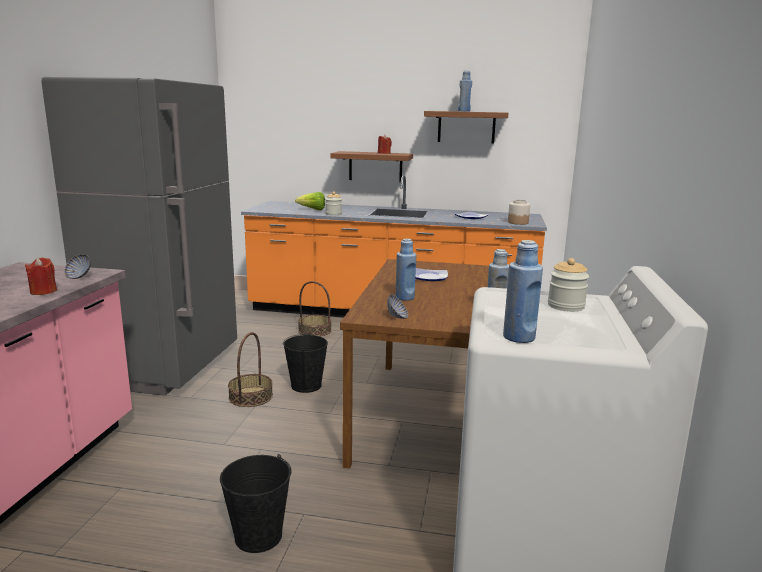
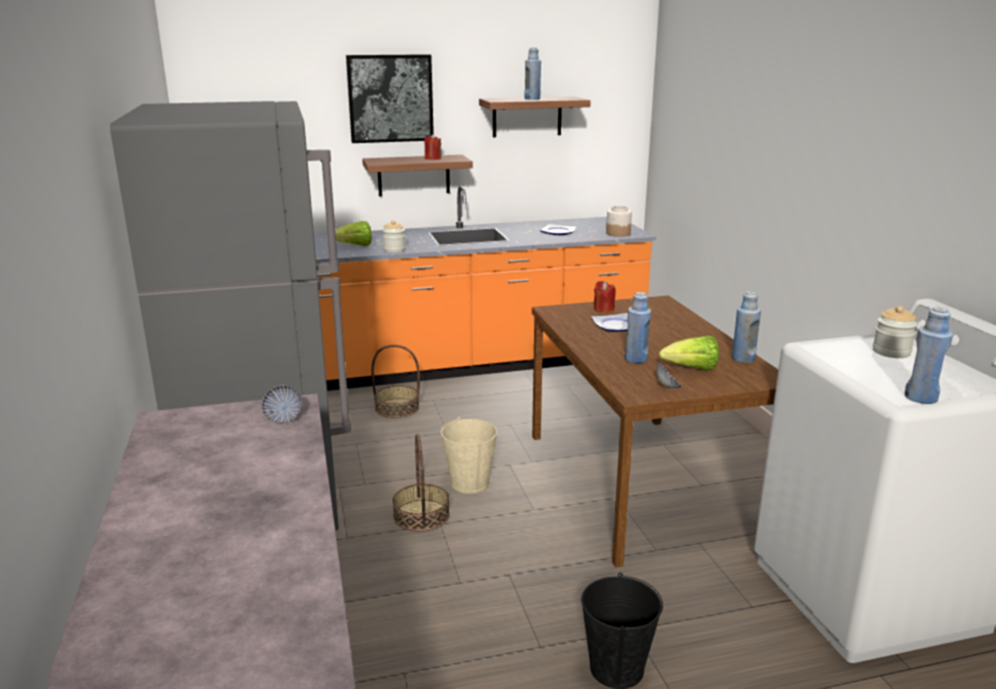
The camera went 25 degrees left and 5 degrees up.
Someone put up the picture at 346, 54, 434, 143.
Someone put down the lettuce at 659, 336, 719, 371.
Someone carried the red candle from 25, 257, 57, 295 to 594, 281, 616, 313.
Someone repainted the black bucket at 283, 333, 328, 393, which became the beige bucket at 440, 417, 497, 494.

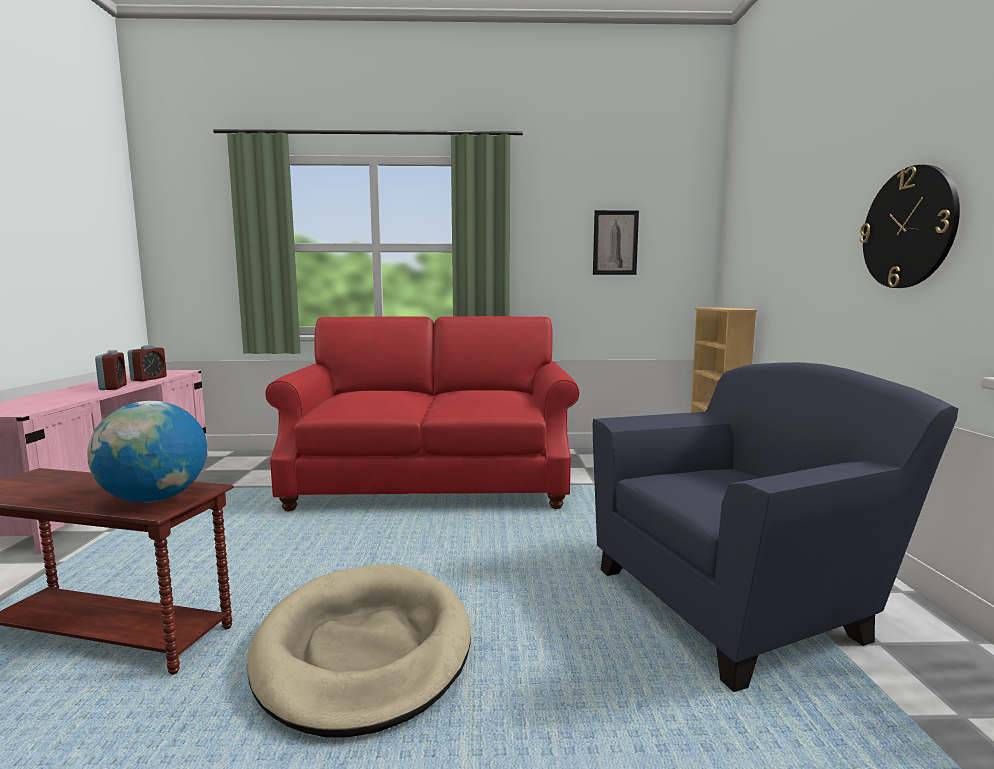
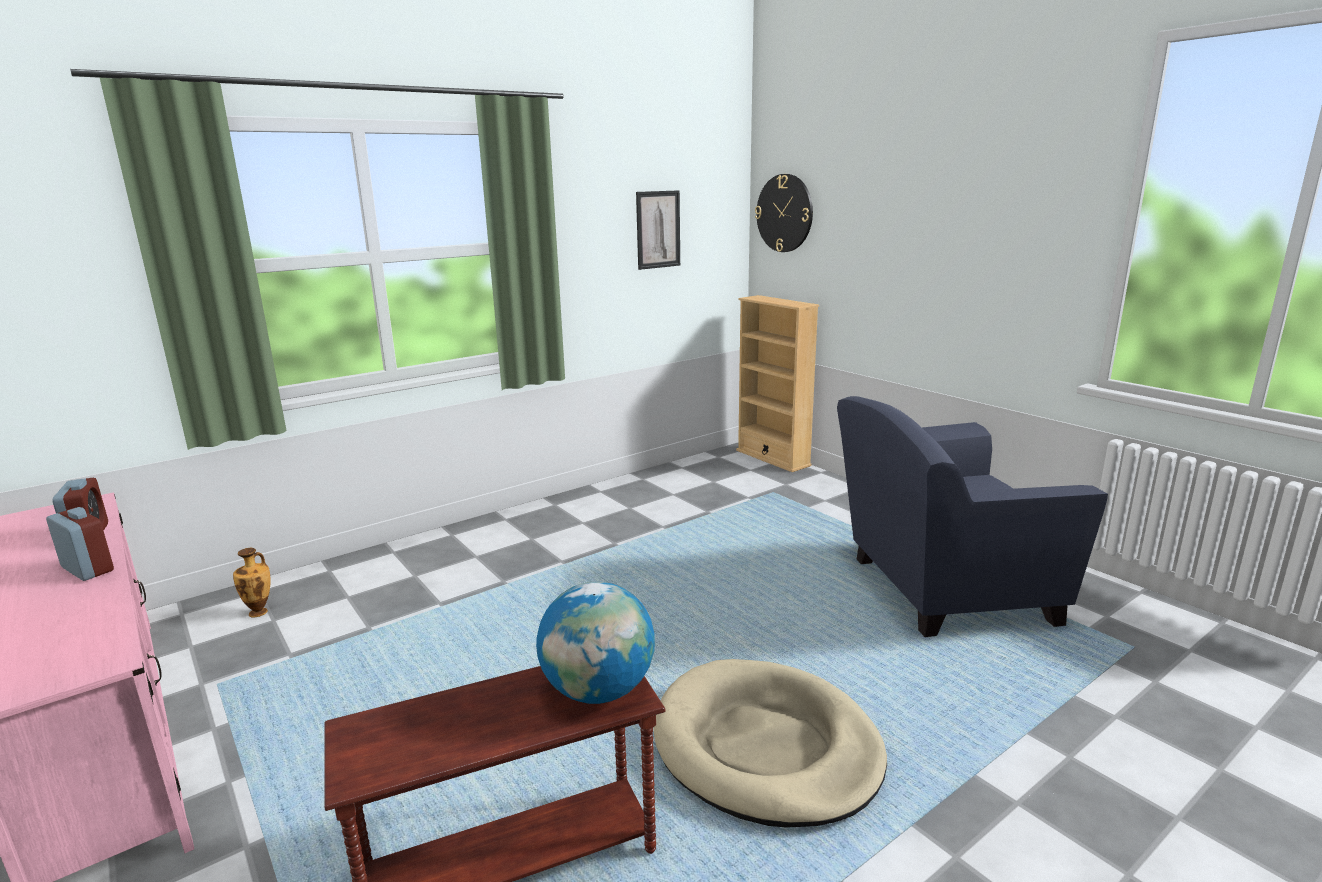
The camera went 35 degrees left and 10 degrees up.
Someone took away the red sofa at 265, 316, 579, 511.
Someone put down the vase at 233, 548, 271, 617.
Someone carried the wall clock from 860, 165, 960, 288 to 755, 174, 813, 252.
Someone rotated the blue armchair at 593, 362, 958, 692 by 135 degrees counterclockwise.

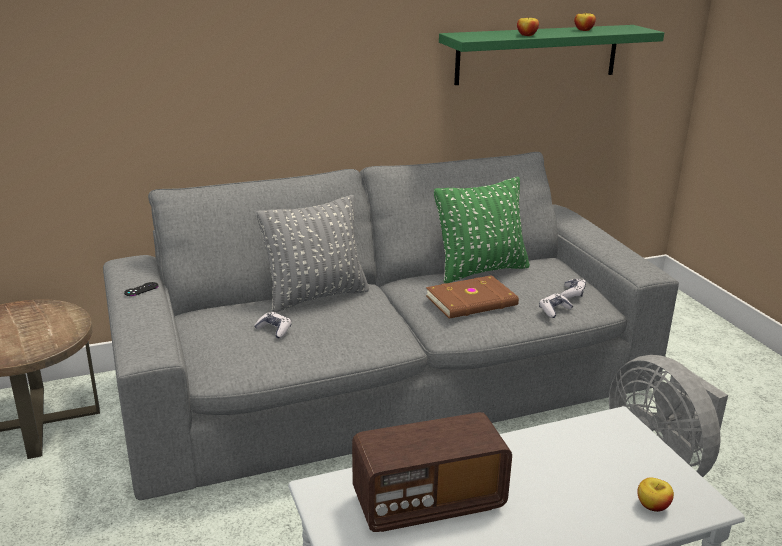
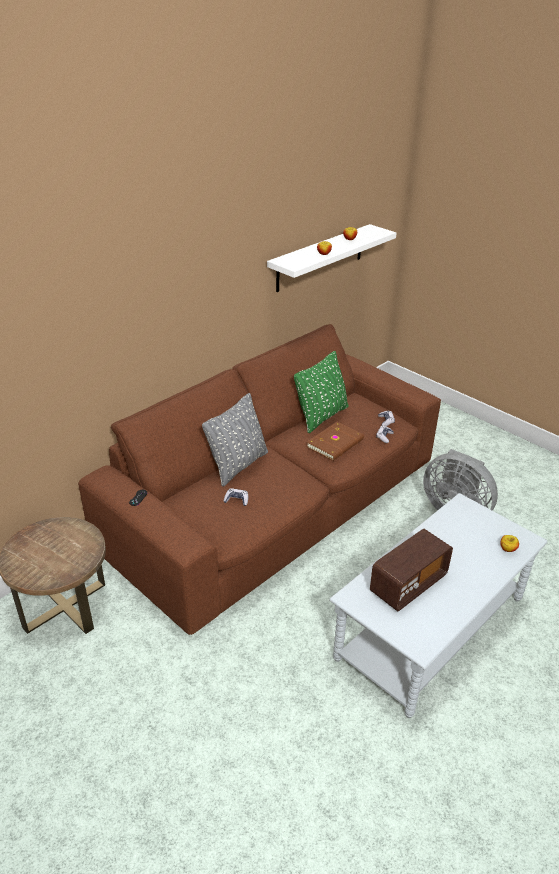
The camera went 25 degrees left and 10 degrees up.
Someone repainted the grey sofa at 103, 152, 679, 500, which became the brown sofa at 78, 324, 441, 635.
Someone repainted the green shelf at 439, 25, 664, 85, which became the white shelf at 267, 224, 397, 292.

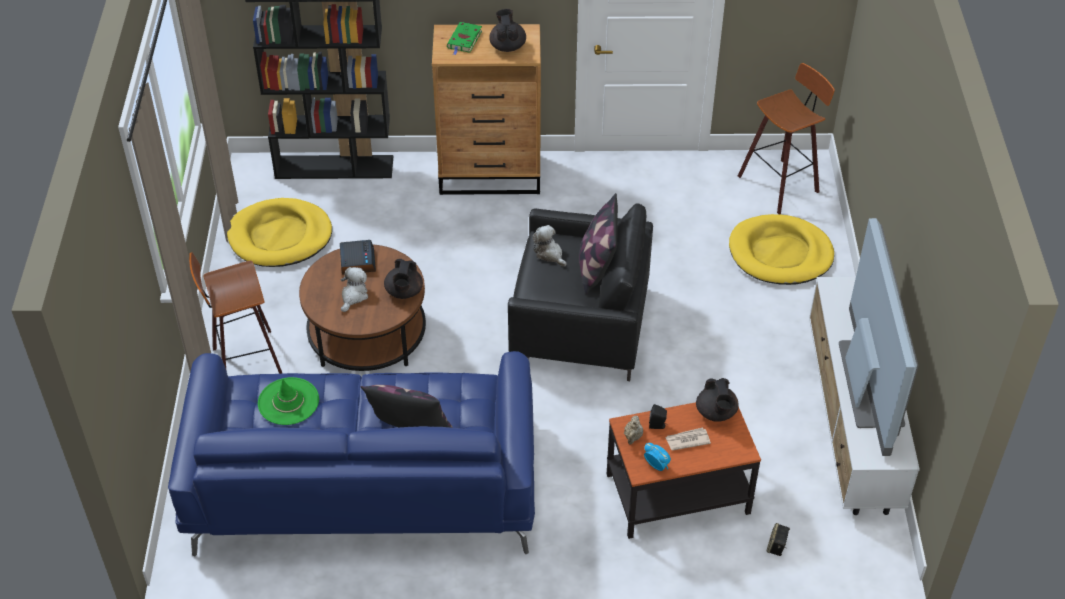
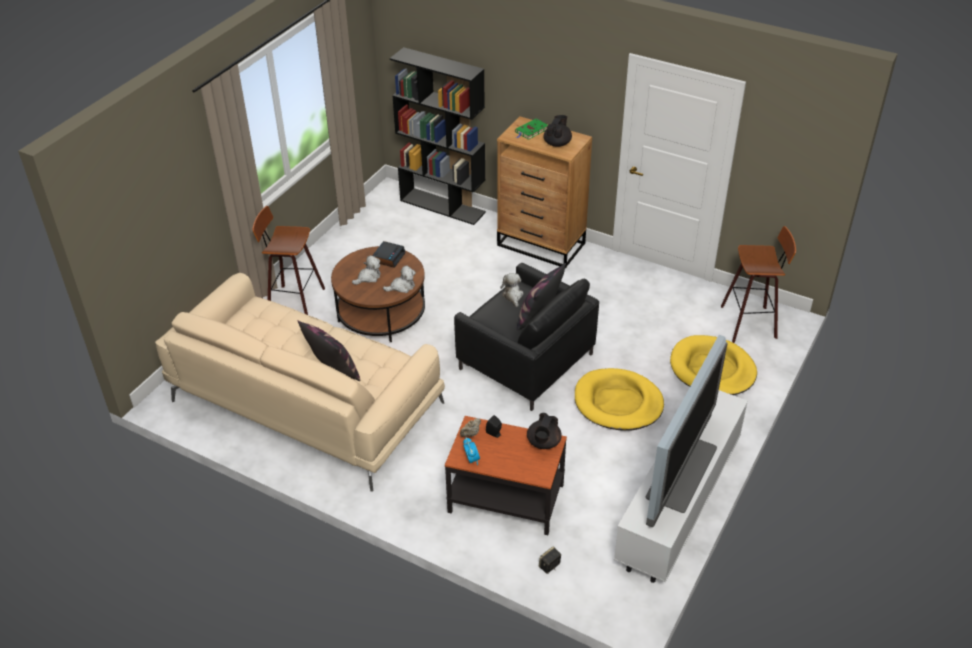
The camera went 30 degrees right and 5 degrees down.
Someone took away the green hat at 258, 377, 319, 425.
Someone took away the newspaper at 665, 427, 711, 451.
Someone carried the yellow dog bed from 227, 198, 332, 267 to 575, 368, 664, 431.
Someone swapped the black teapot at 384, 259, 423, 299 for the plush toy at 383, 265, 416, 293.
Someone repainted the blue sofa at 168, 351, 535, 557, which became the beige sofa at 155, 273, 445, 492.

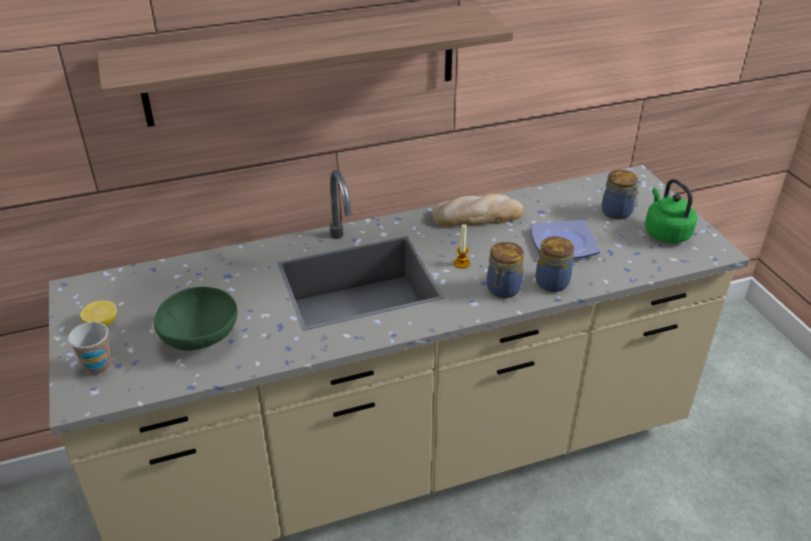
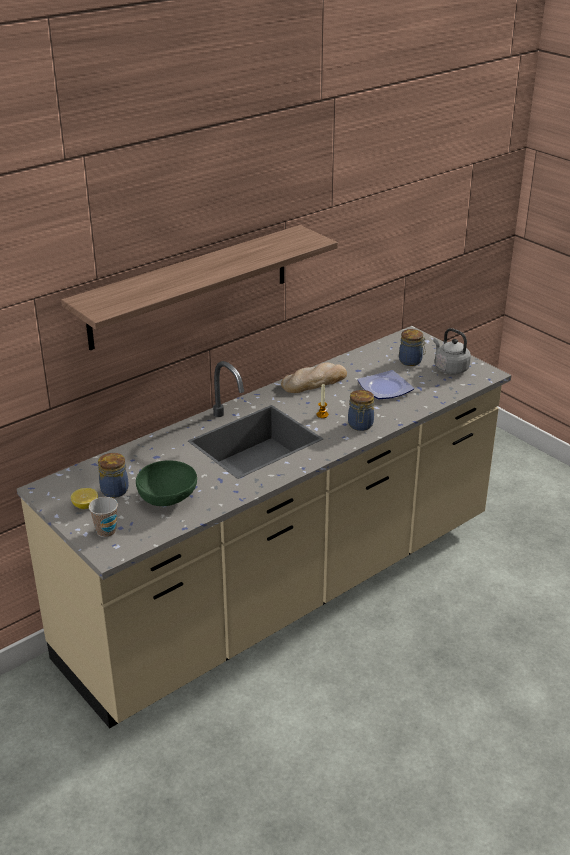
The camera went 20 degrees left and 5 degrees down.
Someone carried the jar from 536, 236, 574, 292 to 98, 453, 129, 498.
Someone repainted the green kettle at 645, 179, 697, 243, which became the grey kettle at 433, 328, 471, 374.

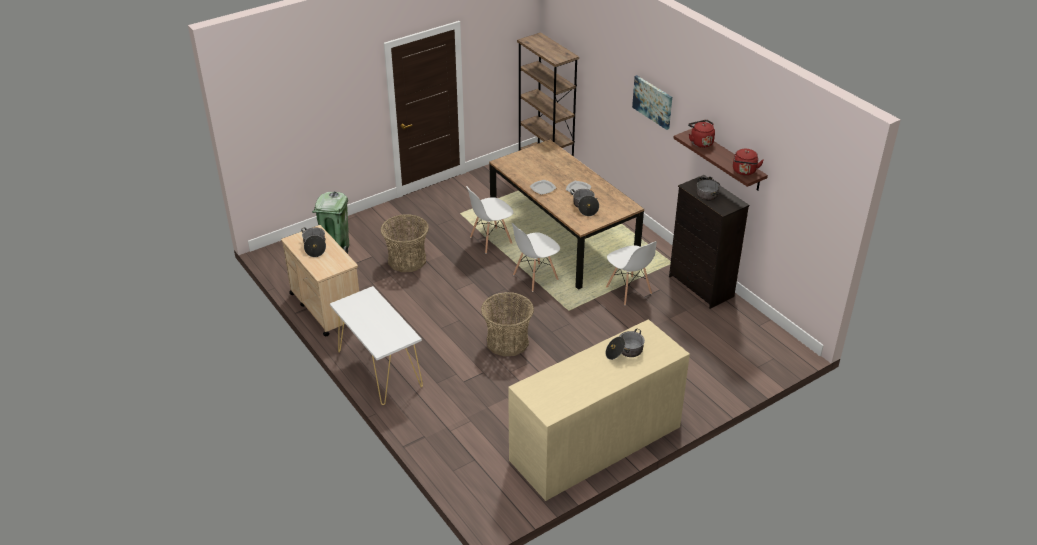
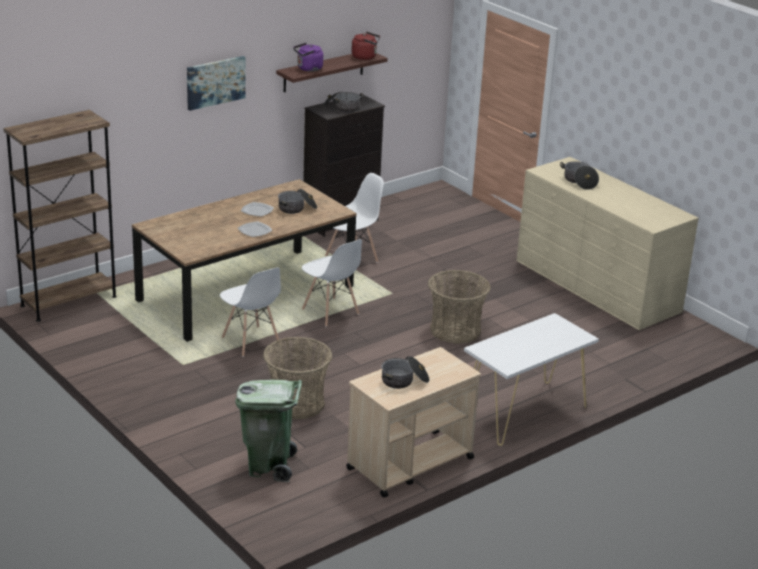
The camera went 95 degrees left and 10 degrees down.
Someone repainted the red kettle at 688, 120, 715, 148, which became the purple kettle at 293, 43, 323, 72.

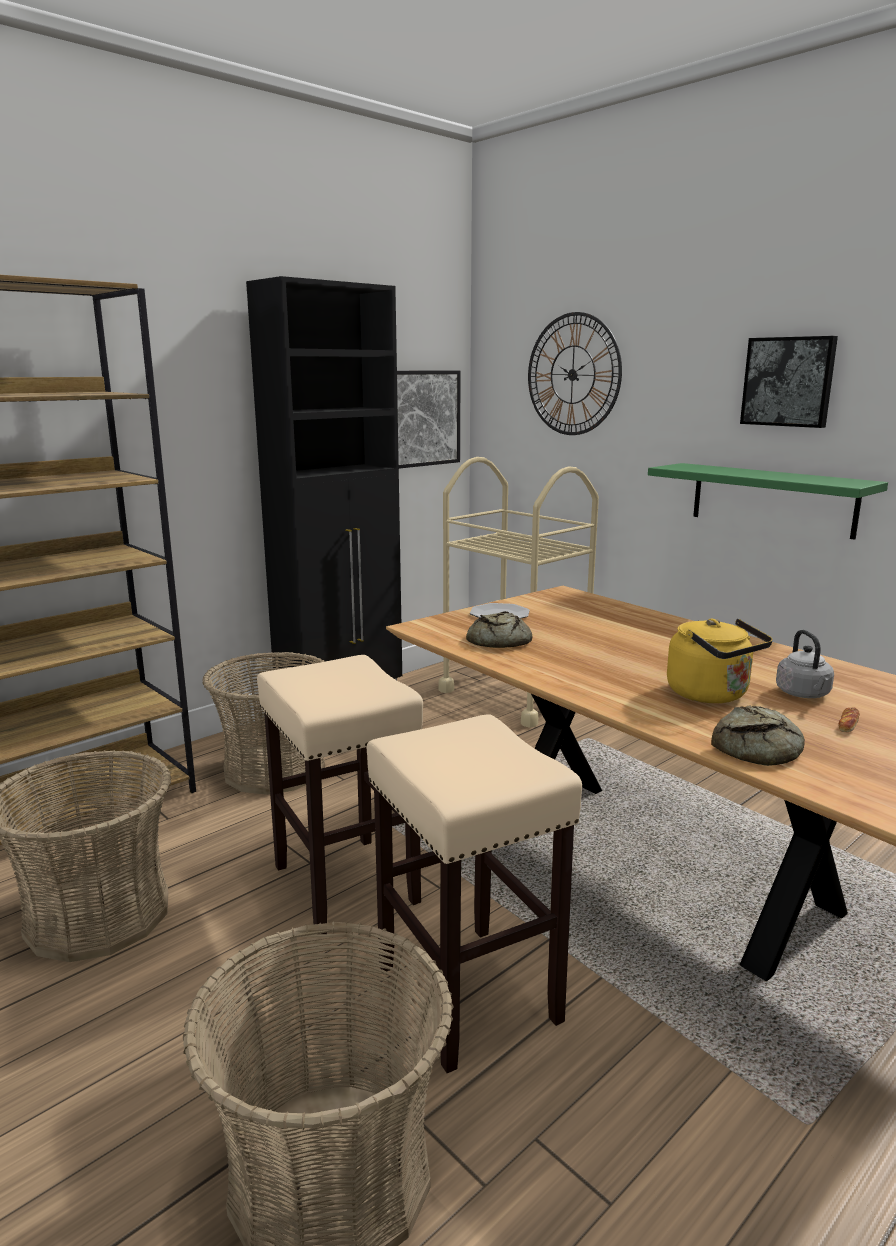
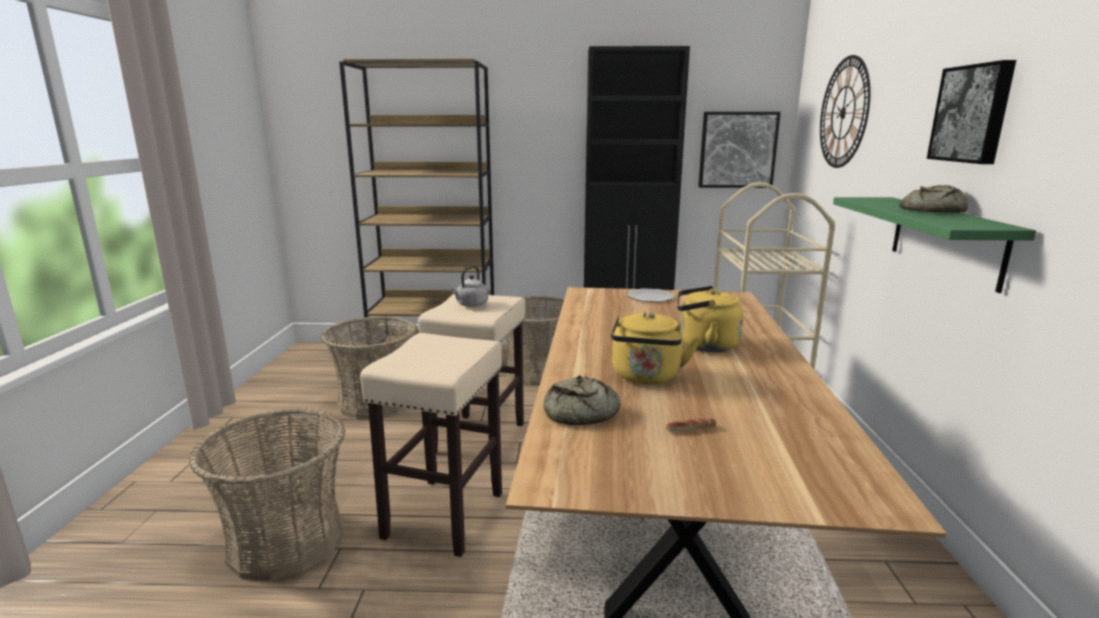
The camera went 45 degrees right and 0 degrees up.
Someone put down the yellow kettle at 677, 286, 743, 352.
Someone carried the bread from 466, 611, 533, 648 to 899, 185, 968, 213.
Someone carried the grey kettle from 776, 630, 834, 698 to 451, 266, 488, 307.

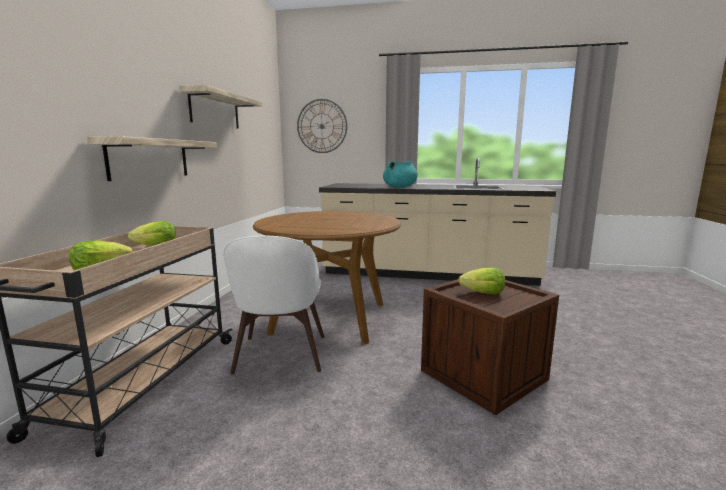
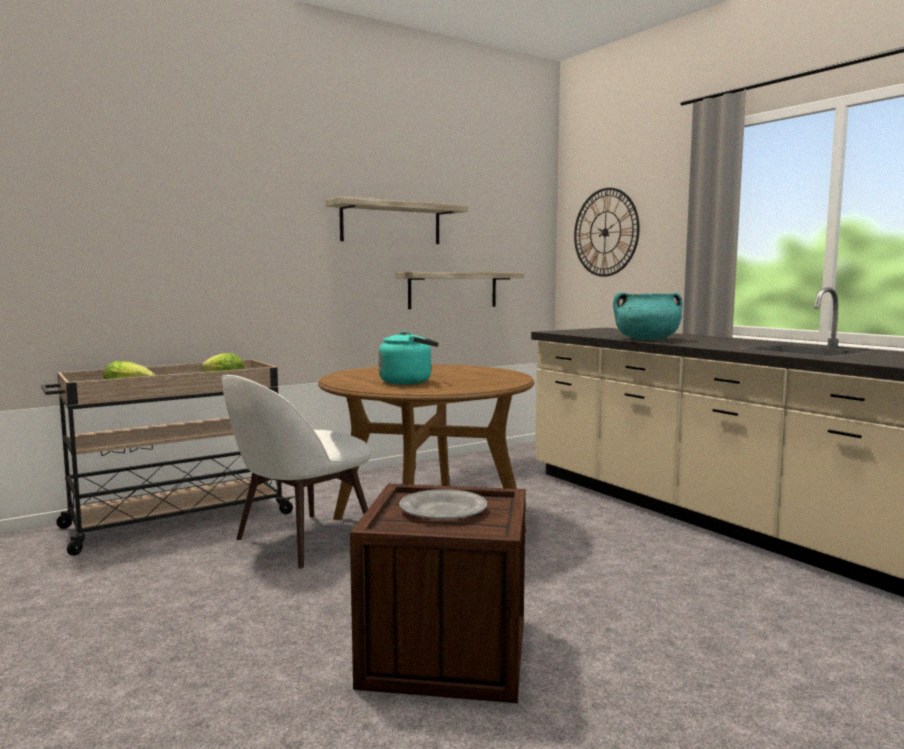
The camera went 45 degrees right and 5 degrees down.
Someone put down the turquoise kettle at 378, 331, 439, 384.
Someone carried the shelf from 87, 136, 217, 181 to 396, 272, 524, 309.
Someone swapped the lettuce at 458, 267, 505, 295 for the grey plate at 399, 489, 487, 519.

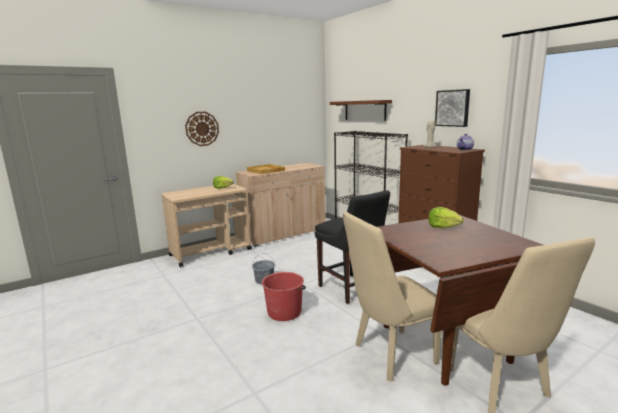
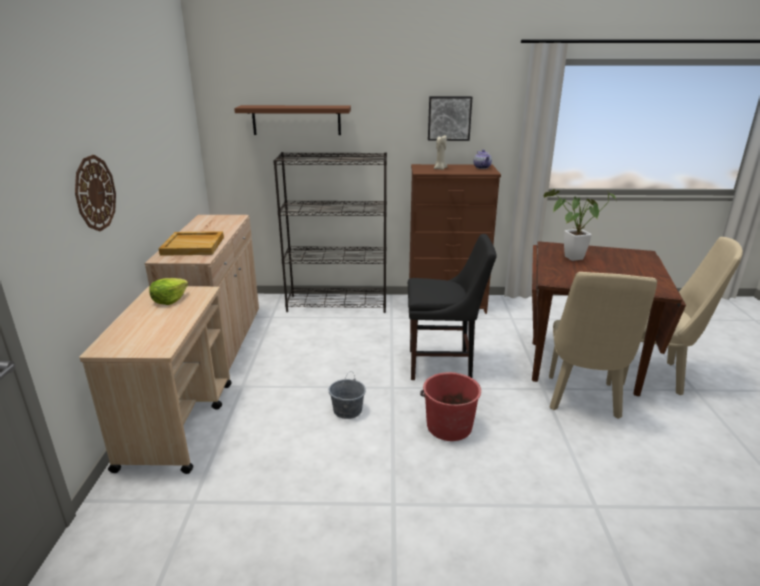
The camera went 55 degrees left and 10 degrees up.
Someone swapped the lettuce at 428, 207, 464, 228 for the potted plant at 544, 189, 616, 261.

